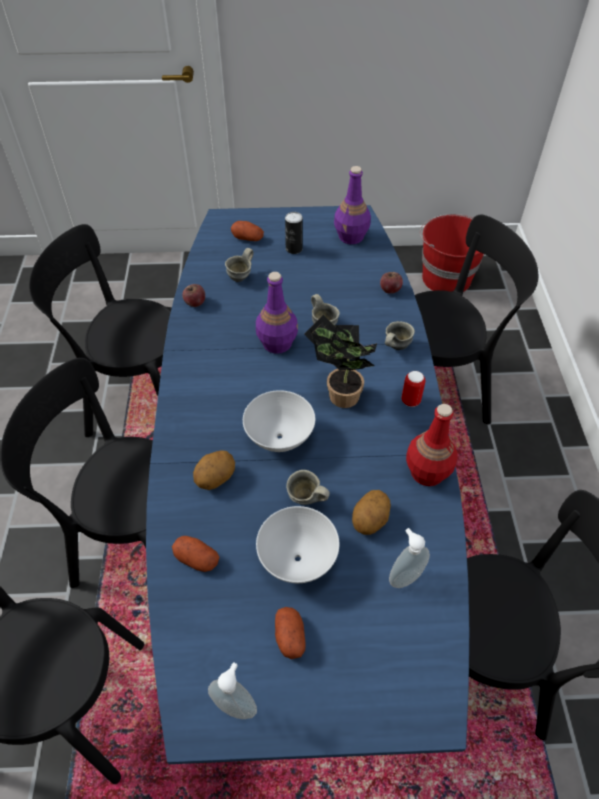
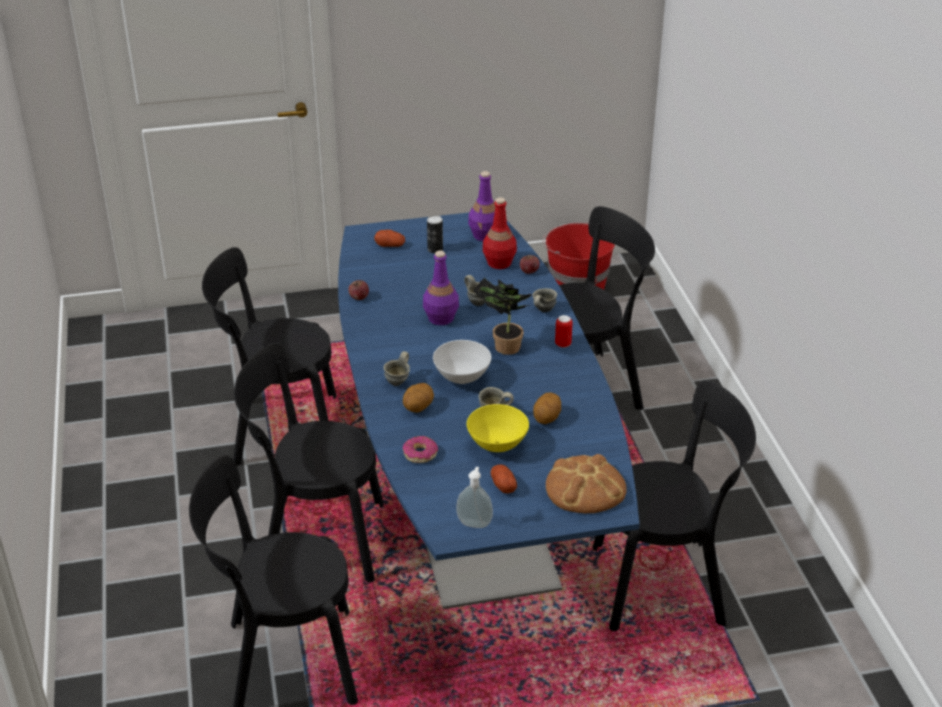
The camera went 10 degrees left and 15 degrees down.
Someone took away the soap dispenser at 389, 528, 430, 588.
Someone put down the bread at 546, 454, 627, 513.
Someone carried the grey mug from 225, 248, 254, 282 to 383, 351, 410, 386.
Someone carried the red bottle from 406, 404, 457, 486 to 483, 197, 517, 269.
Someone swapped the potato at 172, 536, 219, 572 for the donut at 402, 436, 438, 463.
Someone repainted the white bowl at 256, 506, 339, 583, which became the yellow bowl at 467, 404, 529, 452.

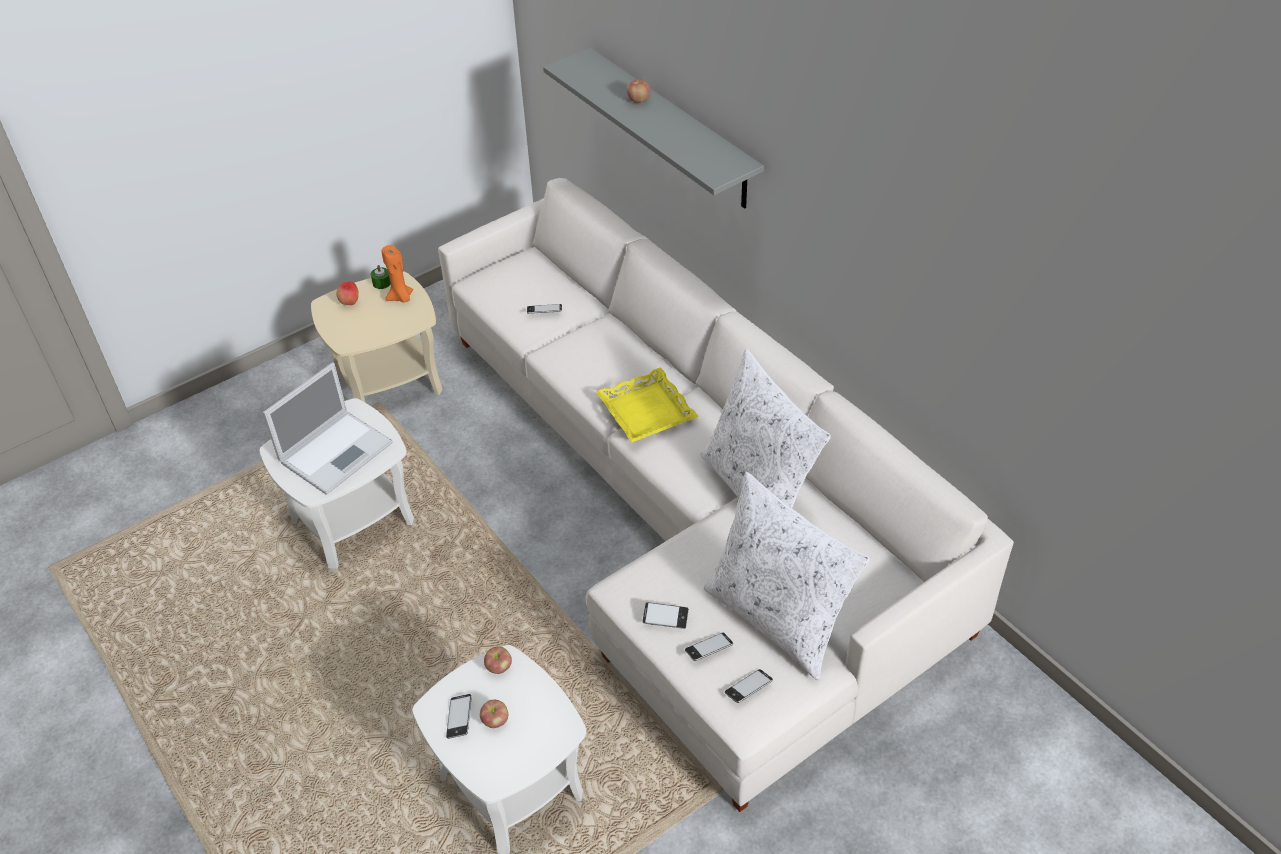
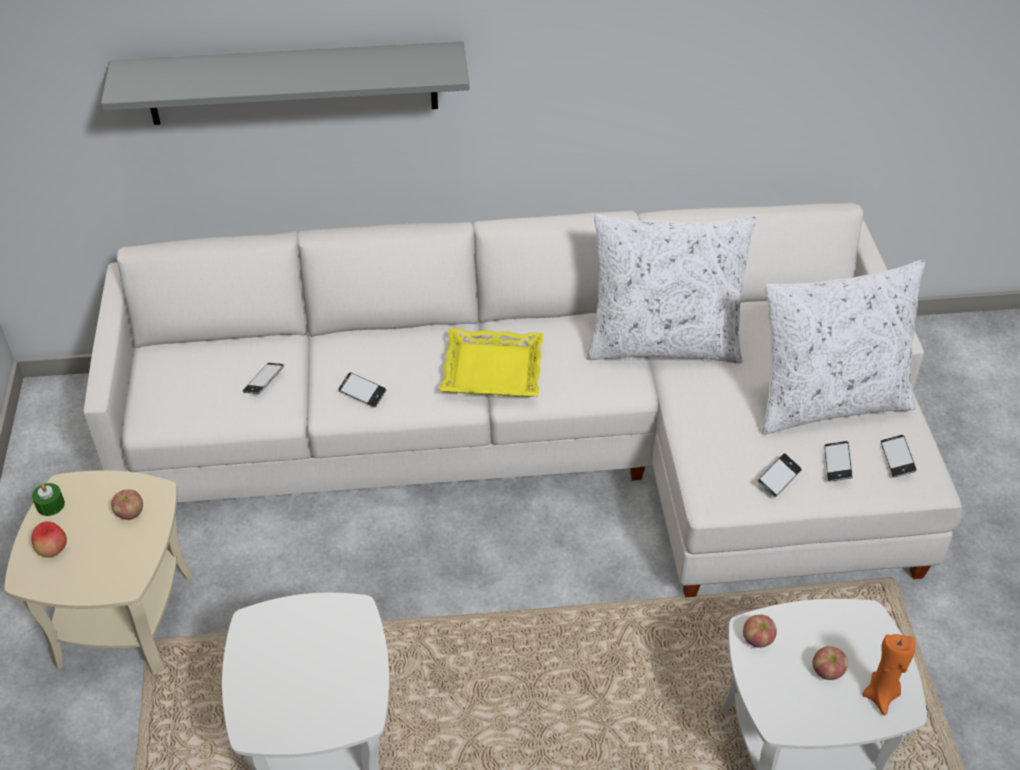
The camera went 60 degrees left and 0 degrees up.
Someone took away the laptop at 263, 363, 393, 495.
Someone carried the orange candle from 382, 245, 413, 303 to 862, 634, 916, 716.
Someone carried the phone from 446, 694, 472, 739 to 338, 372, 386, 407.
Someone carried the apple from 627, 79, 650, 103 to 112, 489, 143, 520.

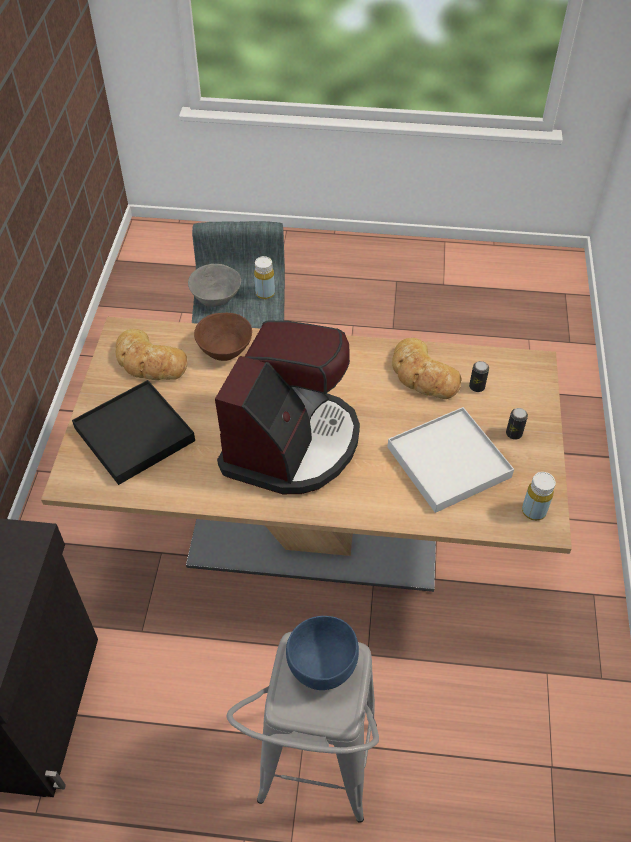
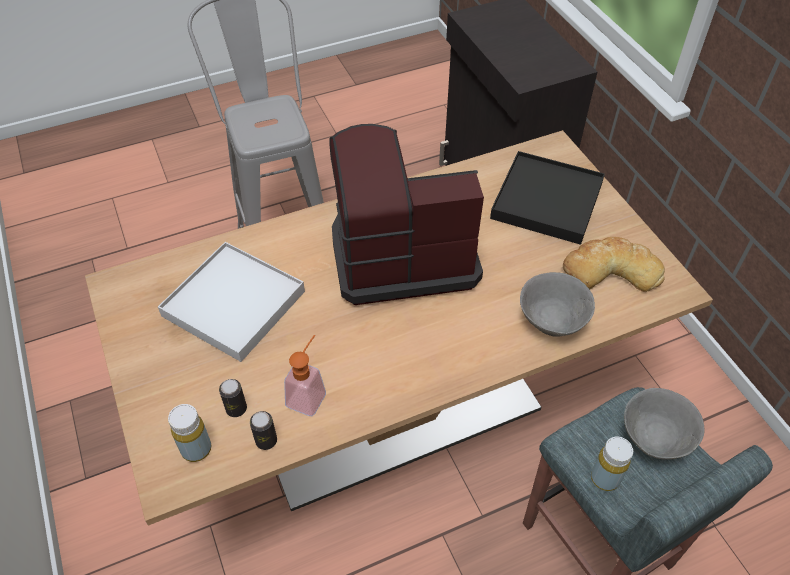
The camera went 150 degrees right and 0 degrees up.
Someone took away the blue bowl at 286, 616, 359, 690.
Someone carried the can from 506, 408, 528, 440 to 250, 411, 277, 450.
Someone carried the yellow bottle from 522, 472, 556, 521 to 168, 404, 211, 462.
Someone swapped the bread at 392, 338, 461, 399 for the soap dispenser at 284, 335, 326, 416.
Someone repainted the brown bowl at 194, 313, 252, 361, which became the grey bowl at 520, 272, 595, 337.
Someone rotated the coffee machine at 215, 321, 360, 494 by 90 degrees clockwise.

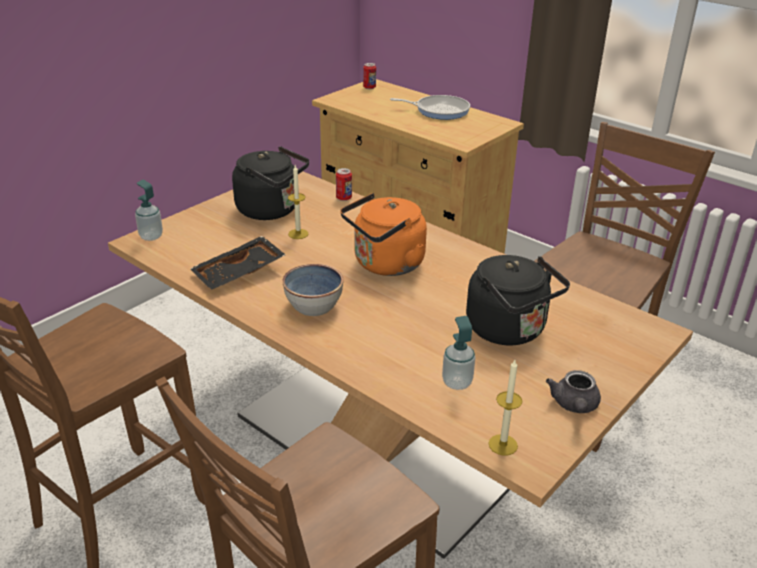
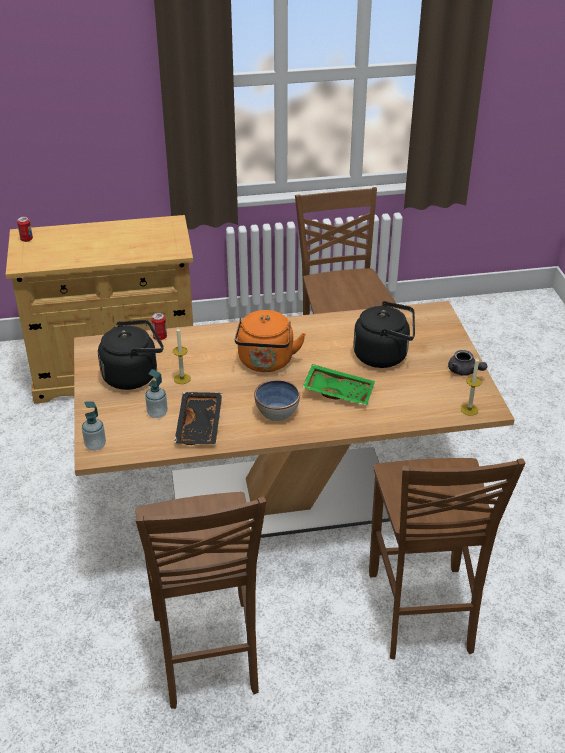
The camera went 50 degrees left and 5 degrees up.
Someone took away the frying pan at 390, 95, 470, 120.
Someone put down the green tray at 303, 364, 375, 406.
Someone carried the soap dispenser from 442, 316, 476, 390 to 145, 369, 168, 418.

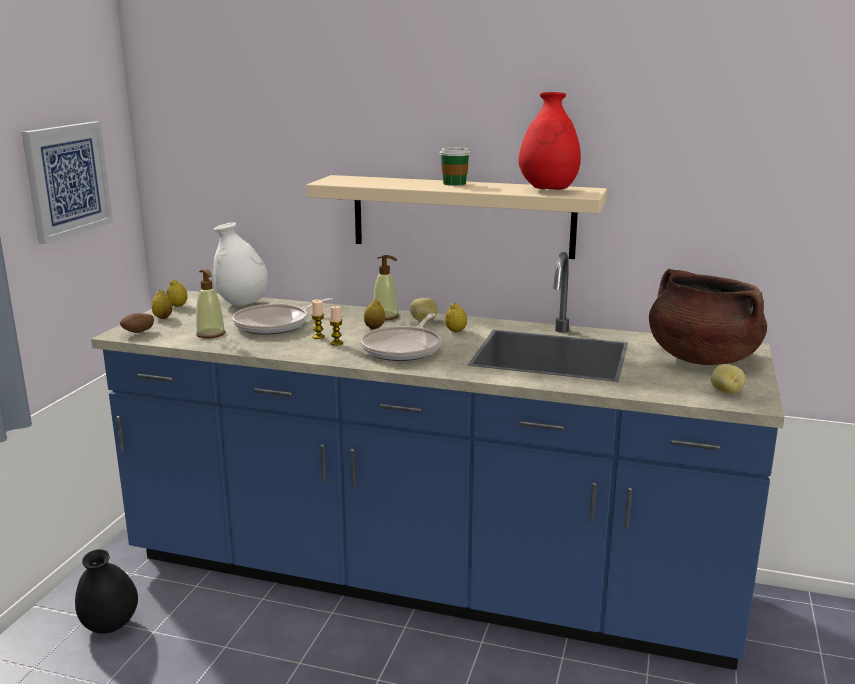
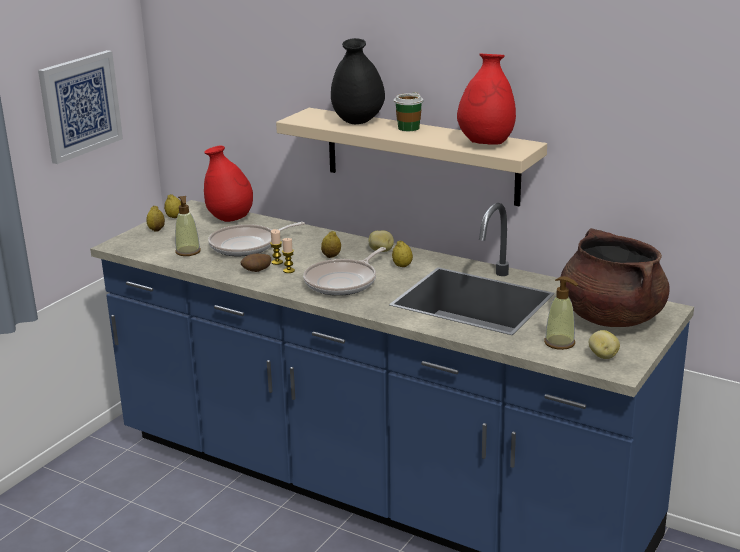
The camera went 15 degrees right and 5 degrees up.
Someone carried the black vase from 75, 549, 138, 634 to 331, 38, 385, 124.
Someone carried the potato from 120, 313, 154, 333 to 241, 254, 271, 272.
Someone carried the soap dispenser from 373, 255, 399, 320 to 544, 276, 578, 350.
Someone repainted the white vase at 213, 222, 268, 306, which became the red vase at 204, 146, 253, 222.

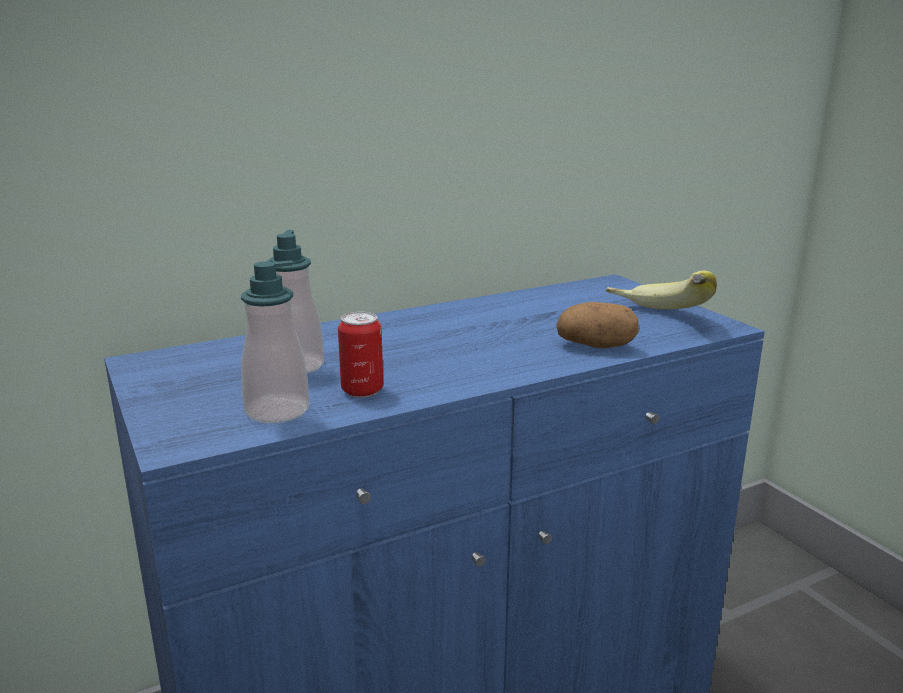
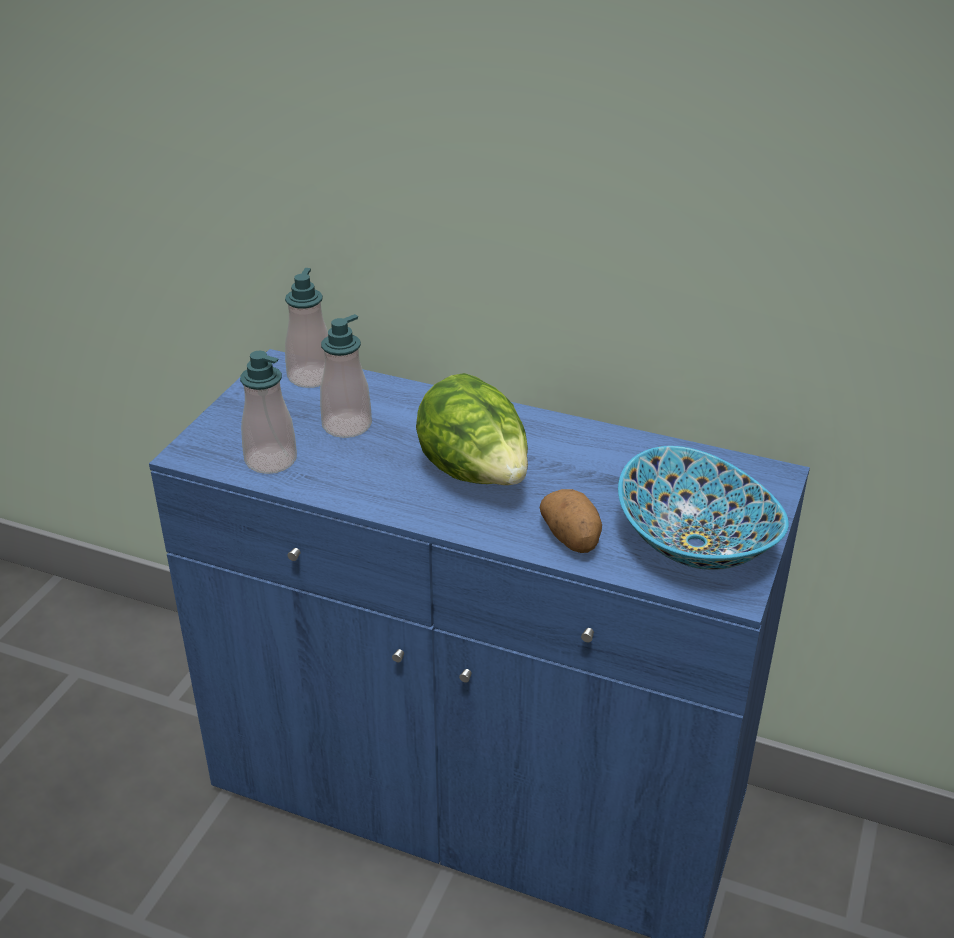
The camera went 50 degrees right and 15 degrees up.
Someone took away the can at 338, 312, 383, 397.
Someone put down the soap dispenser at 285, 268, 328, 388.
Someone put down the lettuce at 416, 373, 528, 485.
Someone swapped the banana at 605, 270, 717, 309 for the bowl at 618, 446, 789, 570.

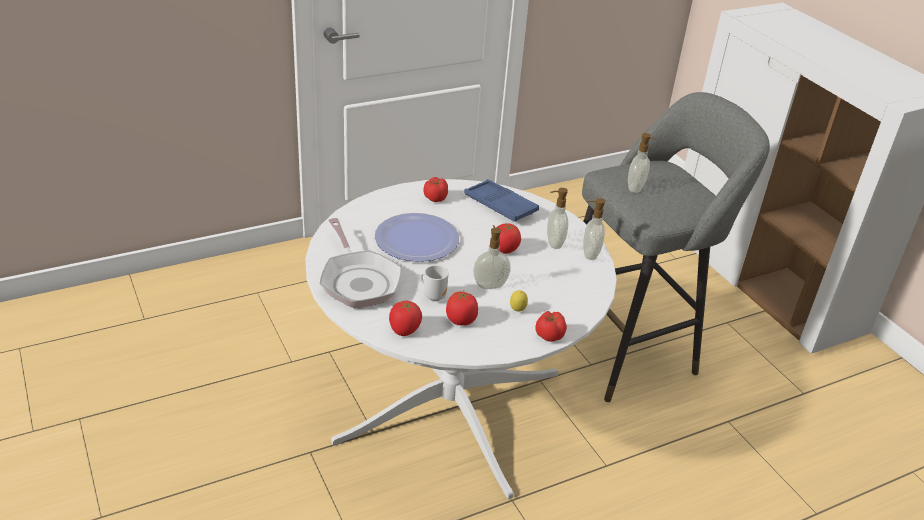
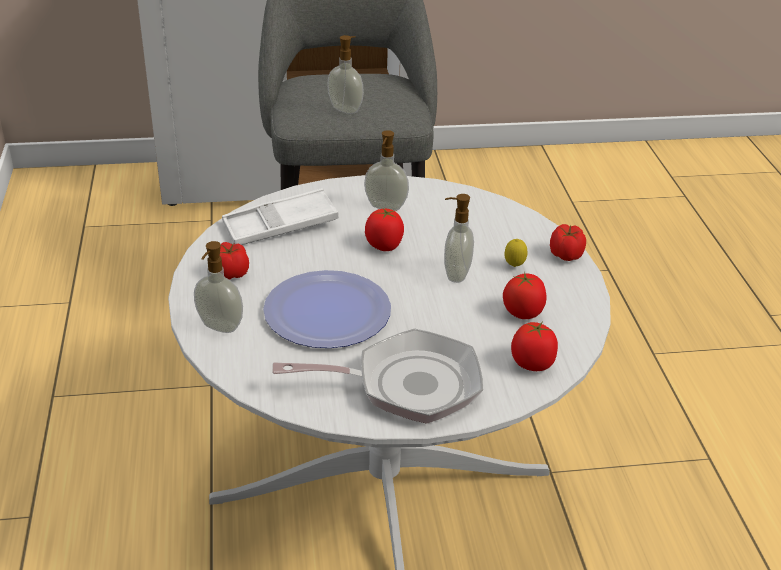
The camera went 70 degrees left and 0 degrees up.
Someone took away the mug at 420, 265, 449, 301.
Someone carried the soap dispenser from 583, 198, 605, 260 to 194, 241, 243, 333.
Someone repainted the blue tray at 464, 179, 539, 222, which became the white tray at 222, 188, 339, 245.

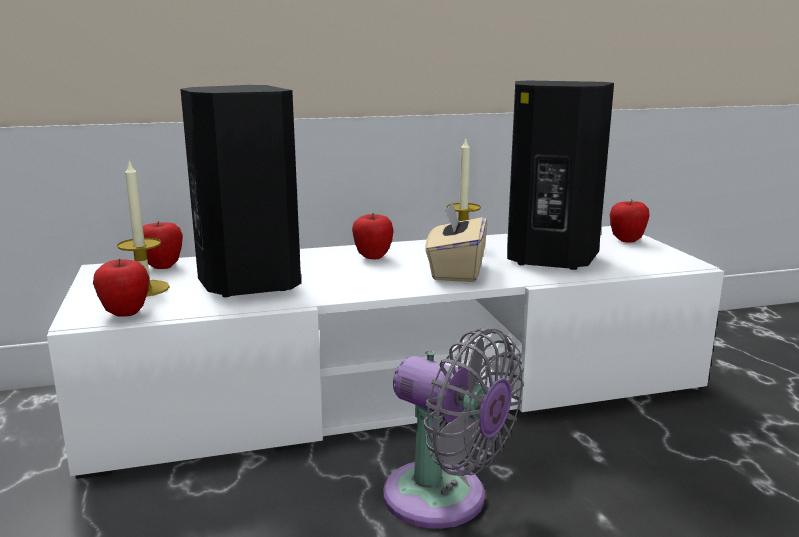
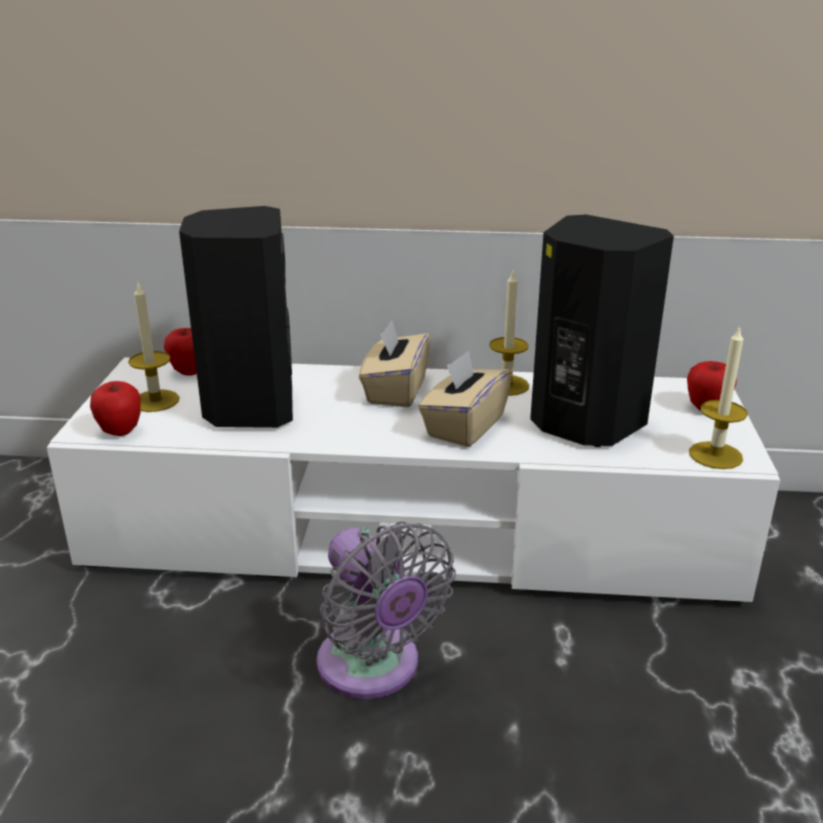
The camera went 20 degrees right and 10 degrees up.
Someone put down the candle at 689, 325, 748, 469.
Someone swapped the apple at 352, 213, 394, 259 for the beige tissue box at 359, 320, 431, 407.

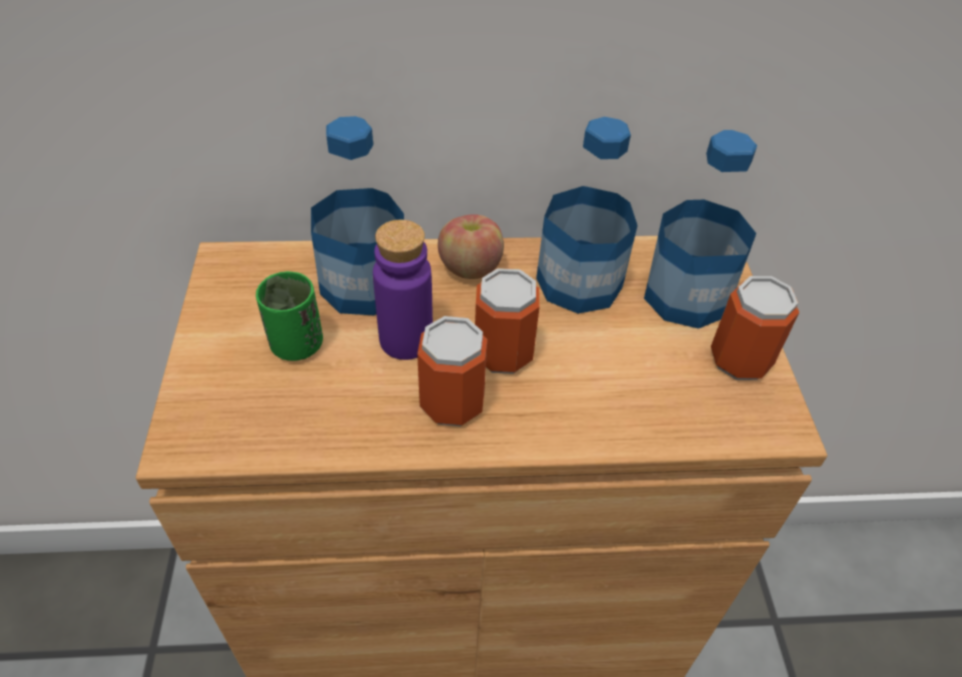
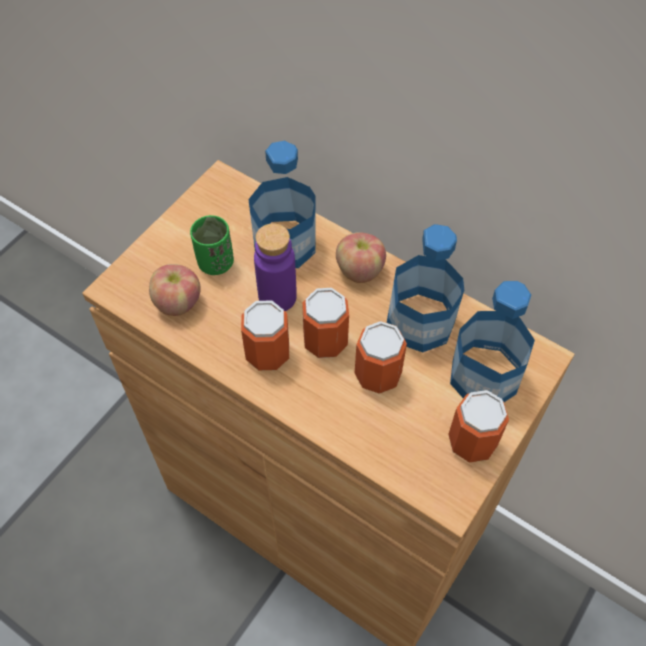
The camera went 40 degrees right and 10 degrees up.
Someone put down the apple at 149, 264, 200, 316.
Someone put down the can at 355, 321, 407, 394.

